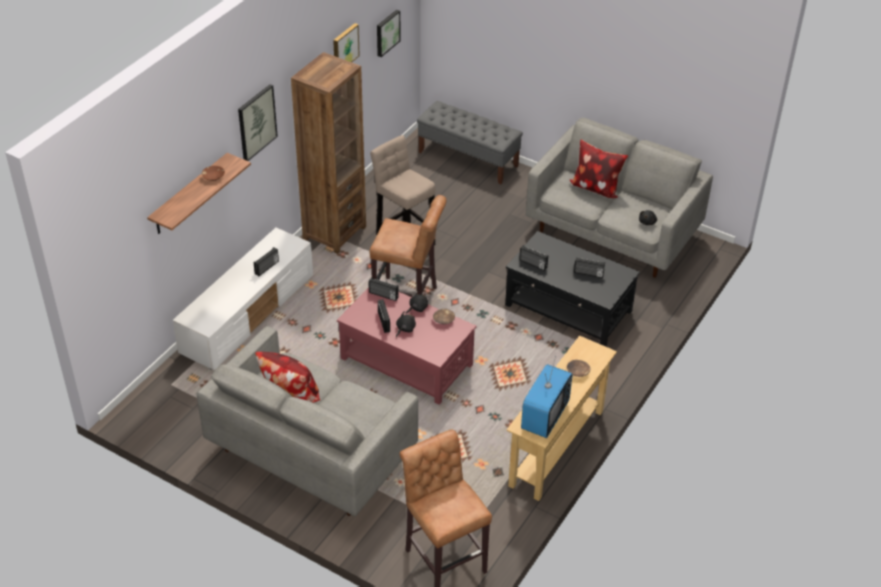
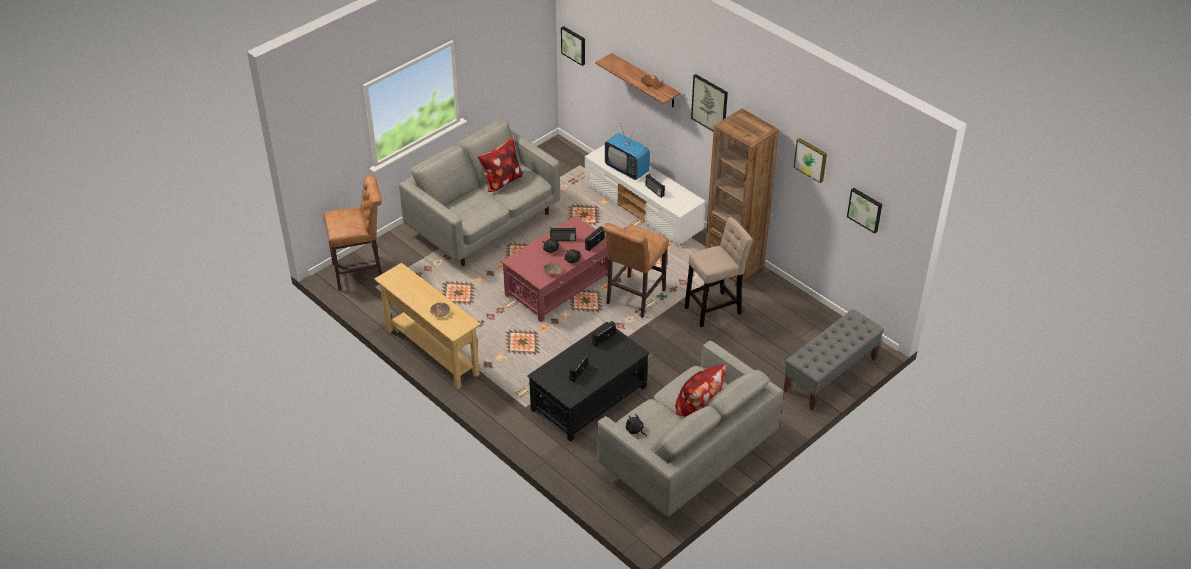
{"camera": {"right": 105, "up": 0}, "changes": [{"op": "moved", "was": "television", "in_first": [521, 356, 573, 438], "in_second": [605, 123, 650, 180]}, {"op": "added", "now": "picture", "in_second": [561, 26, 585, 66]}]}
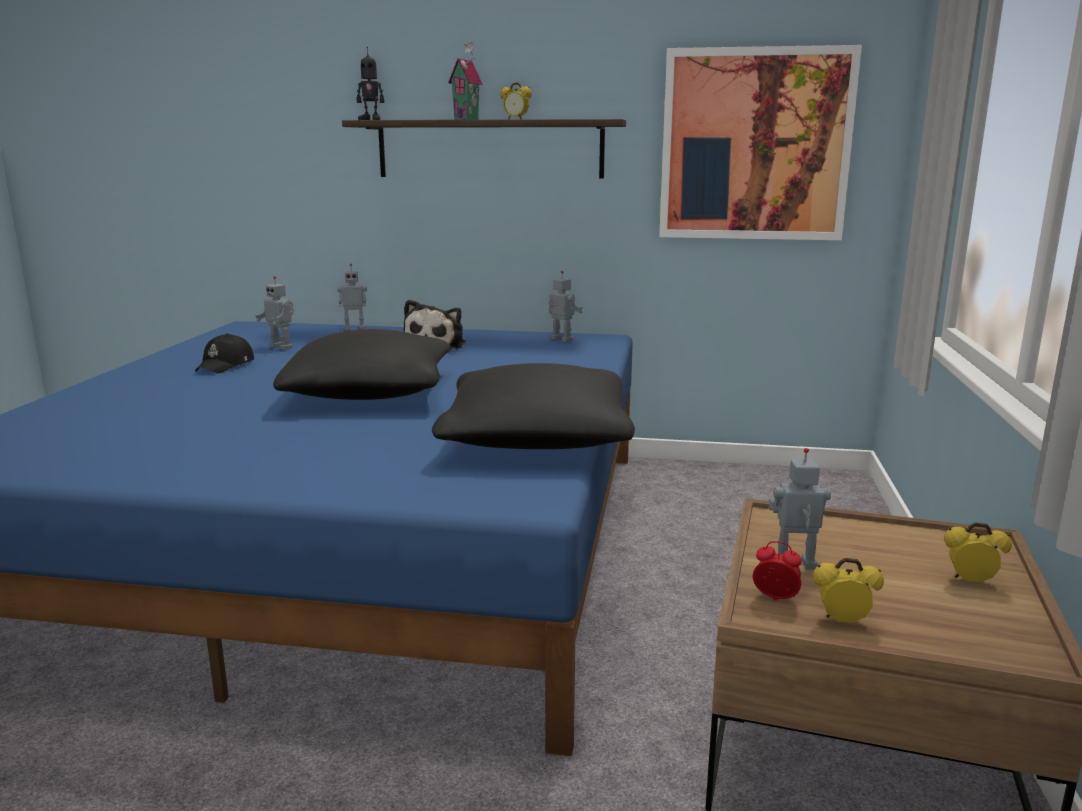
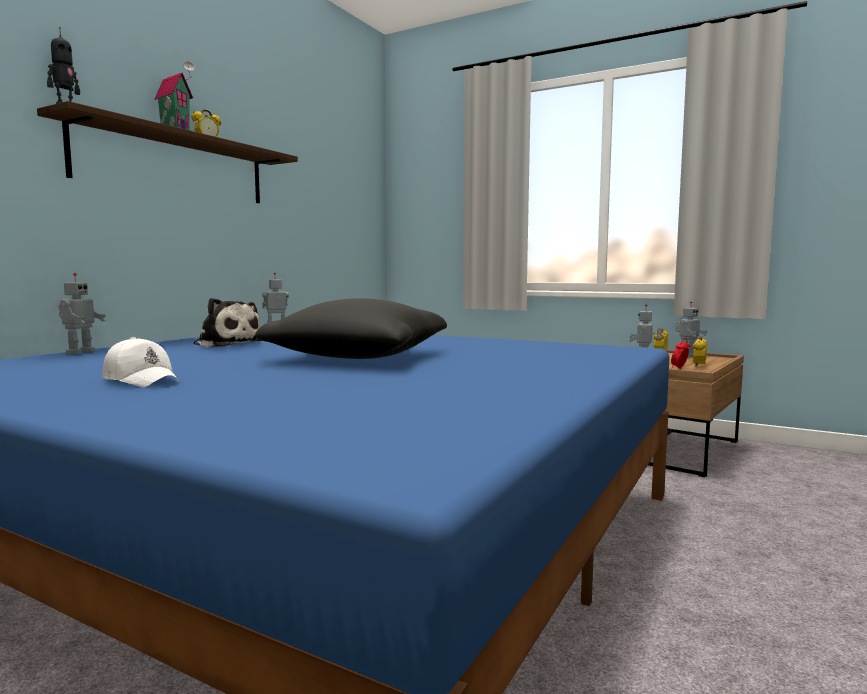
{"camera": {"right": -70, "up": -10}, "changes": [{"op": "recoloured", "was": "black cap", "now": "white cap", "in_first": [195, 333, 254, 373], "in_second": [102, 337, 179, 387]}, {"op": "moved", "was": "toy robot", "in_first": [255, 276, 294, 350], "in_second": [676, 301, 708, 358]}, {"op": "removed", "was": "black pillow", "in_first": [432, 363, 635, 449]}, {"op": "removed", "was": "picture", "in_first": [659, 45, 862, 240]}]}
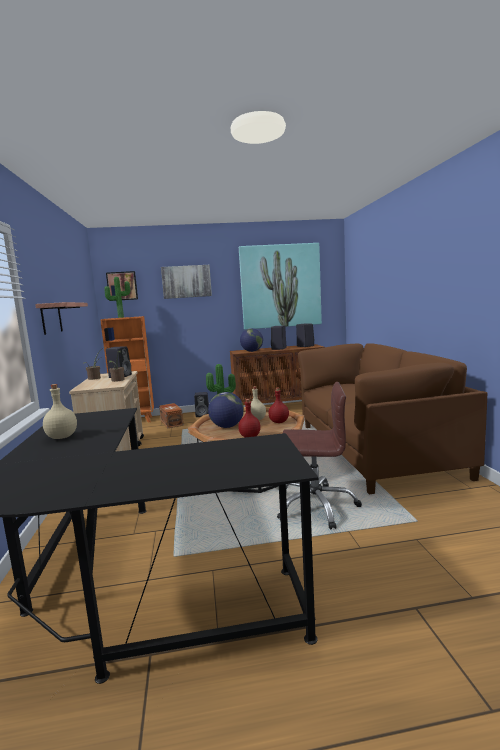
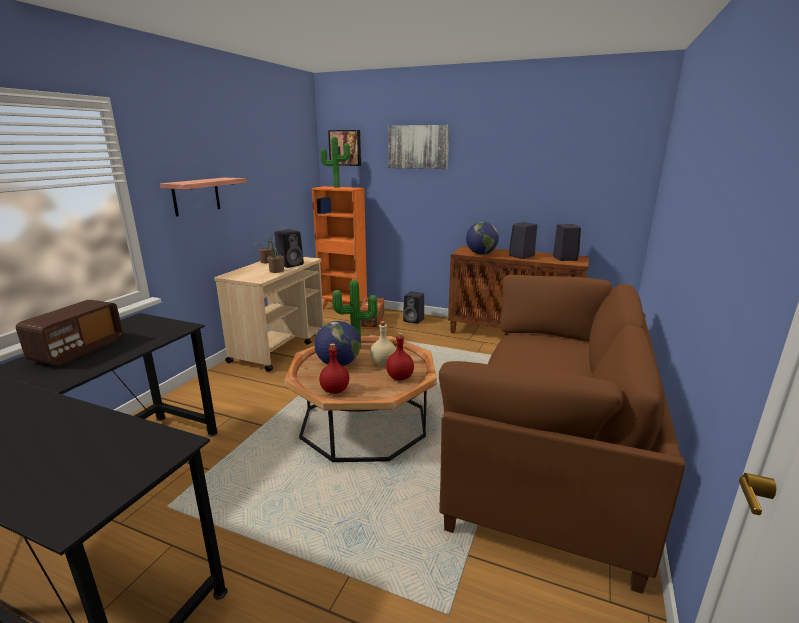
{"camera": {"right": 30, "up": 10}, "changes": [{"op": "replaced", "was": "beige bottle", "now": "radio", "in_first": [43, 384, 77, 439], "in_second": [16, 300, 123, 366]}, {"op": "removed", "was": "picture", "in_first": [239, 243, 322, 330]}, {"op": "removed", "was": "brown office chair", "in_first": [277, 382, 362, 530]}]}
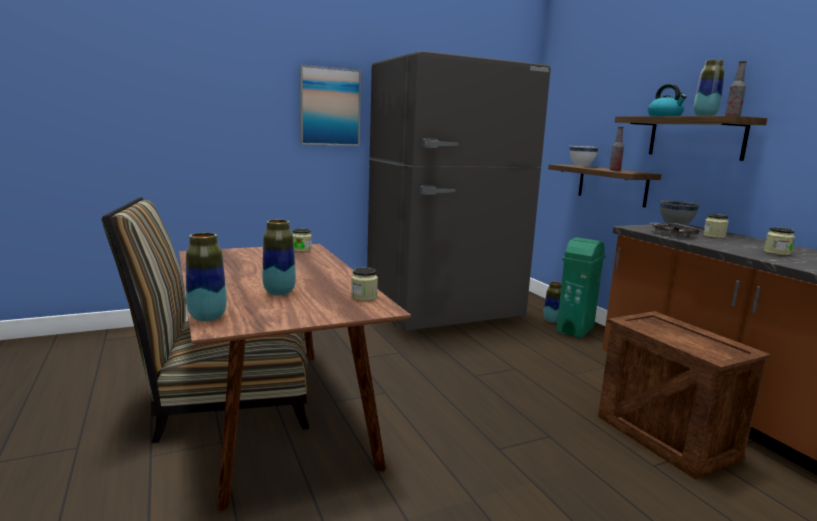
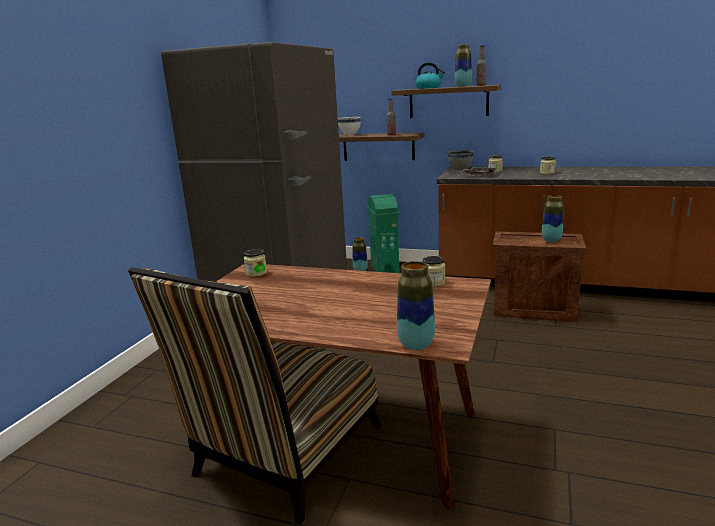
{"camera": {"right": -45, "up": 5}, "changes": [{"op": "moved", "was": "vase", "in_first": [262, 220, 296, 296], "in_second": [542, 195, 564, 242]}, {"op": "removed", "was": "picture", "in_first": [300, 65, 361, 146]}]}
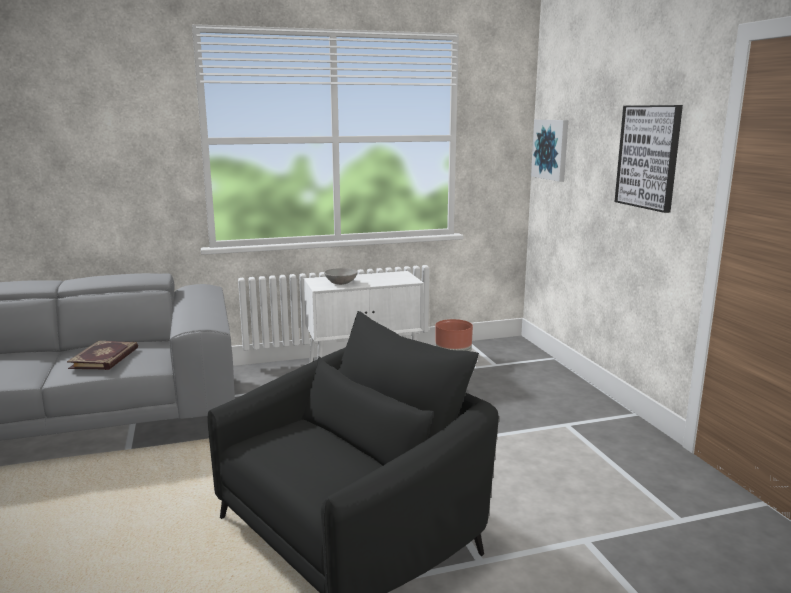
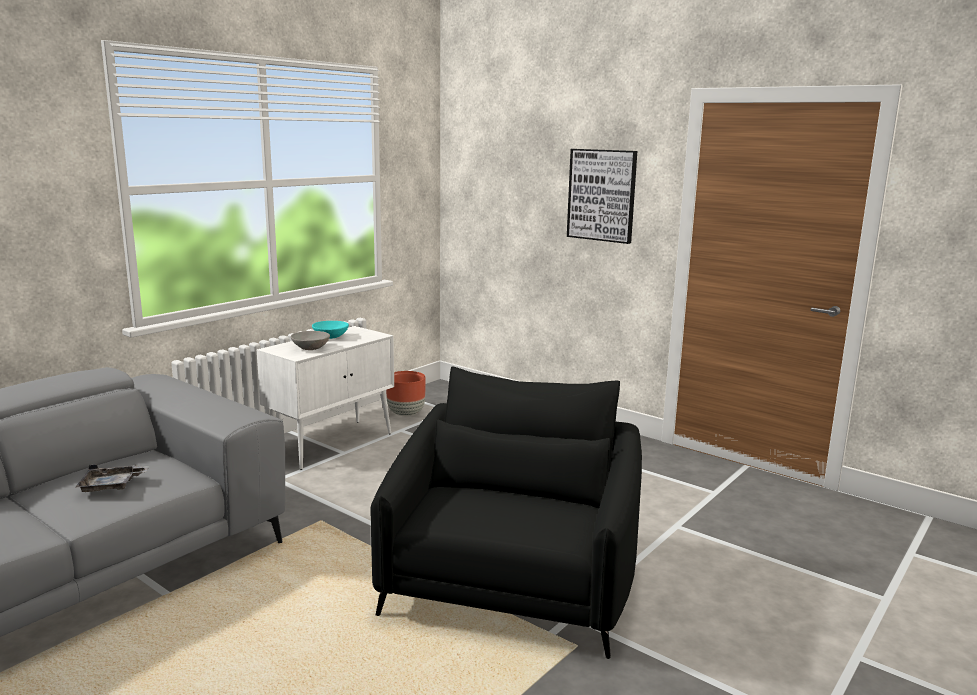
{"camera": {"right": -35, "up": 0}, "changes": [{"op": "replaced", "was": "book", "now": "grey tray", "in_first": [67, 341, 138, 370], "in_second": [76, 464, 149, 492]}, {"op": "removed", "was": "picture", "in_first": [531, 119, 568, 182]}, {"op": "added", "now": "turquoise bowl", "in_second": [312, 321, 349, 339]}]}
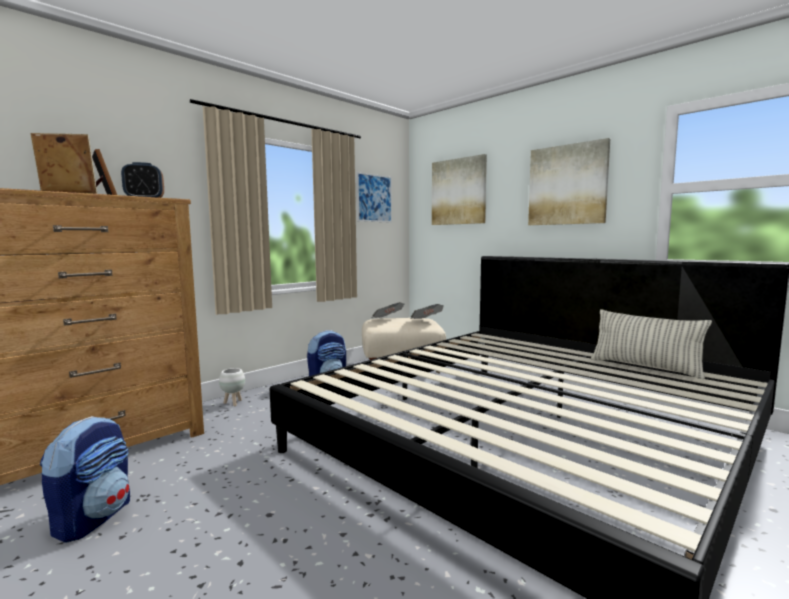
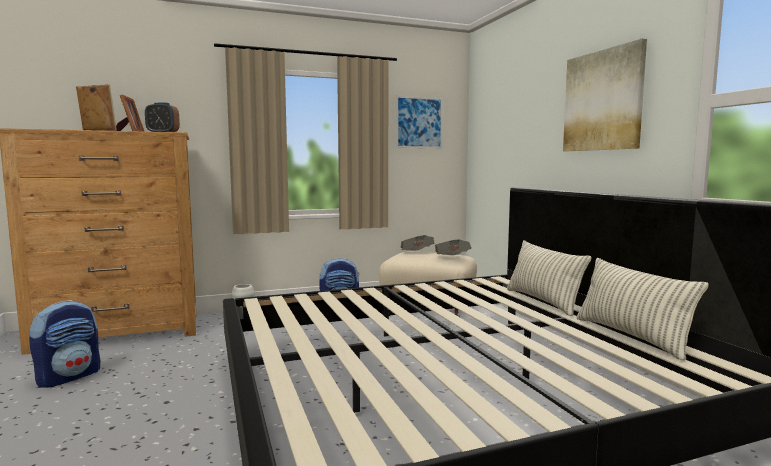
{"camera": {"right": 25, "up": 0}, "changes": [{"op": "removed", "was": "picture", "in_first": [432, 154, 487, 225]}, {"op": "added", "now": "pillow", "in_second": [507, 240, 591, 316]}]}
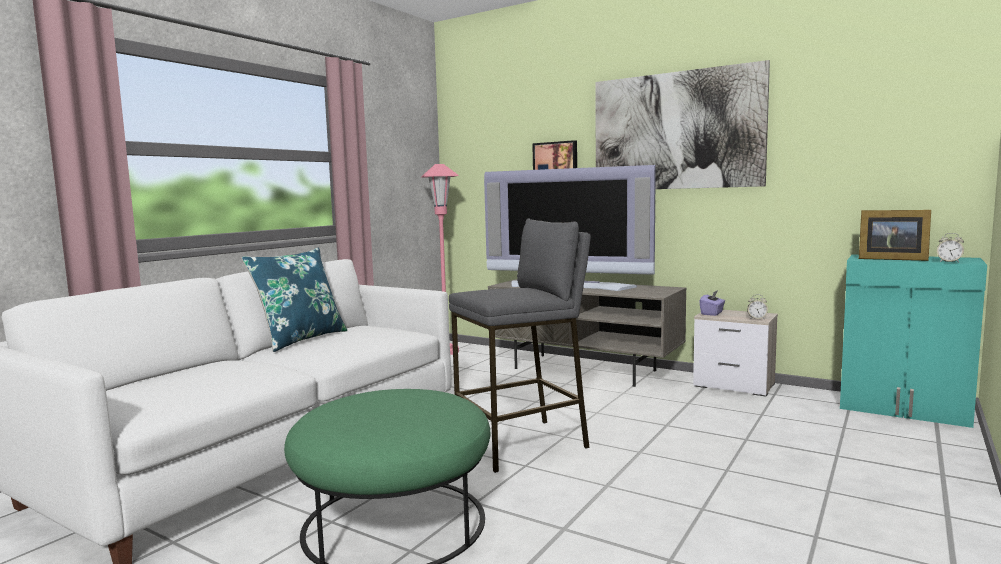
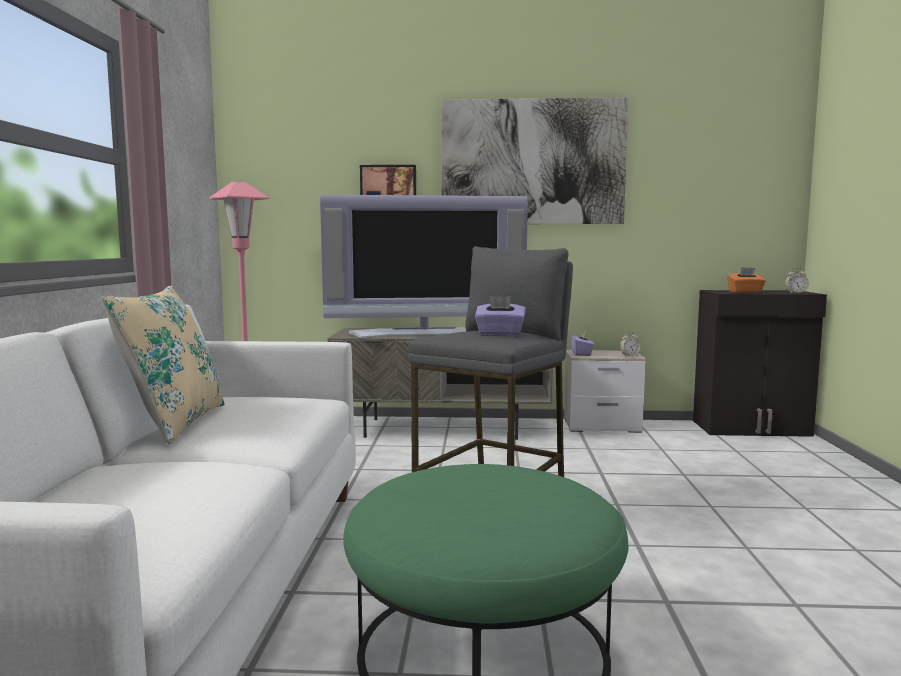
{"camera": {"right": -30, "up": 0}, "changes": [{"op": "recoloured", "was": "blue pillow", "now": "beige pillow", "in_first": [242, 248, 347, 352], "in_second": [101, 285, 224, 444]}, {"op": "recoloured", "was": "turquoise cabinet", "now": "black cabinet", "in_first": [840, 254, 987, 428], "in_second": [693, 290, 827, 437]}, {"op": "replaced", "was": "picture frame", "now": "orange tissue box", "in_first": [859, 210, 931, 261], "in_second": [727, 267, 766, 293]}, {"op": "added", "now": "purple tissue box", "in_second": [475, 296, 526, 336]}]}
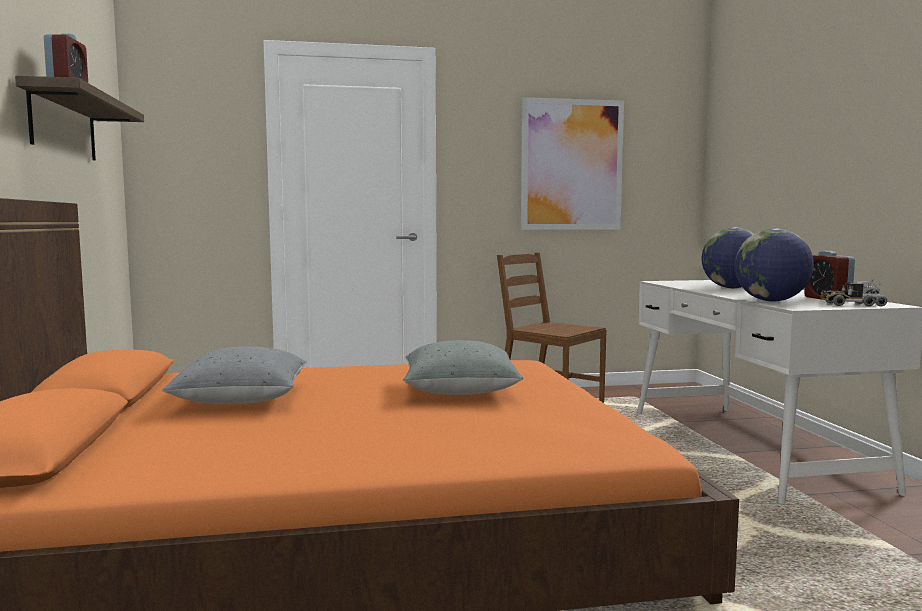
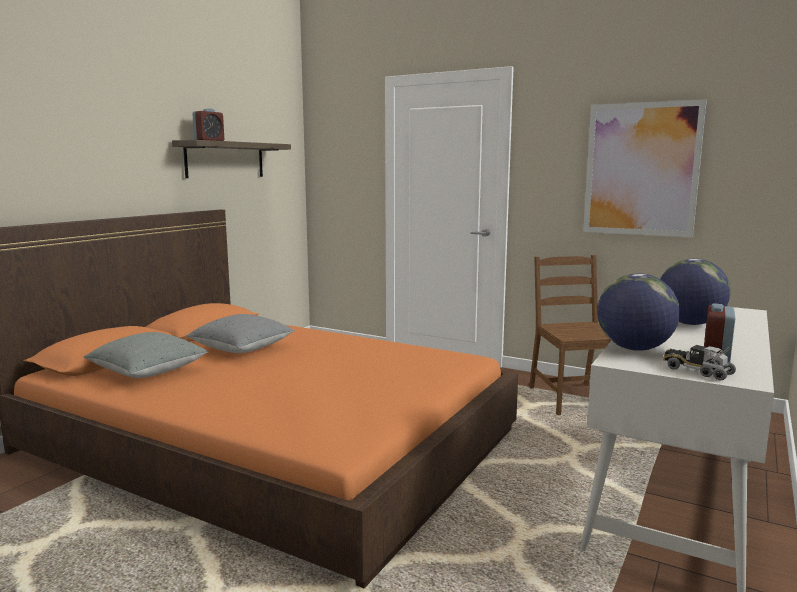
{"camera": {"right": 40, "up": 5}, "changes": [{"op": "moved", "was": "grey pillow", "in_first": [403, 340, 524, 395], "in_second": [84, 332, 209, 378]}]}
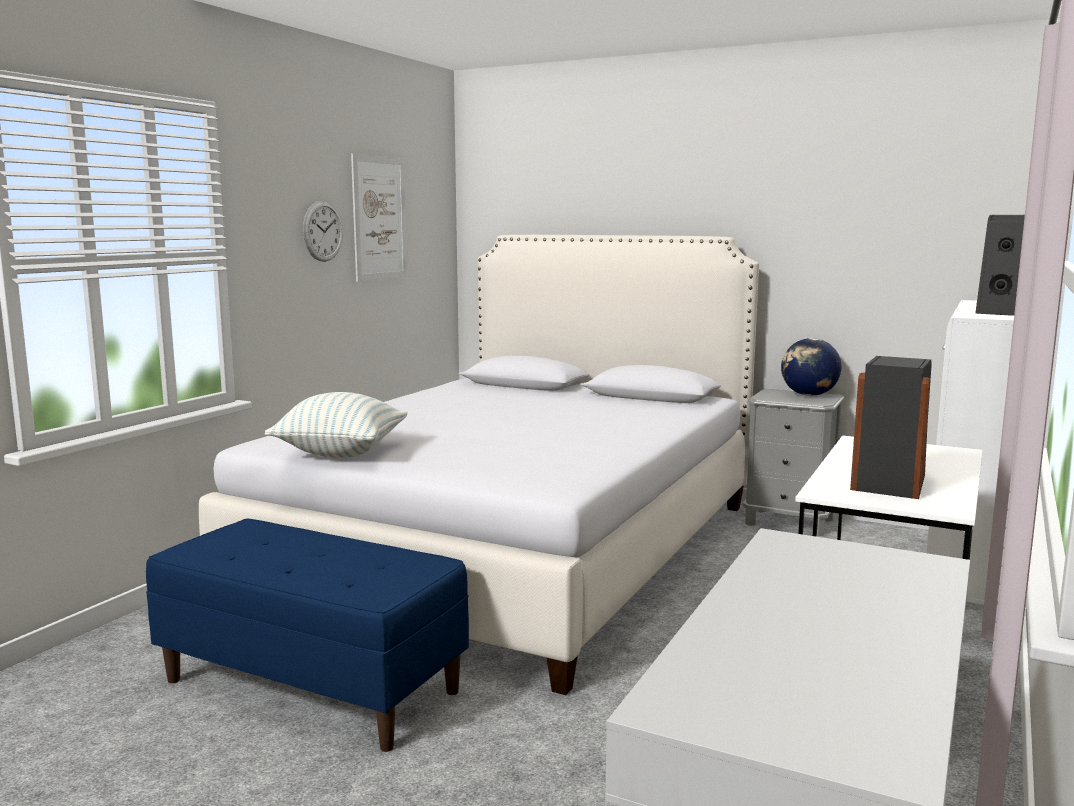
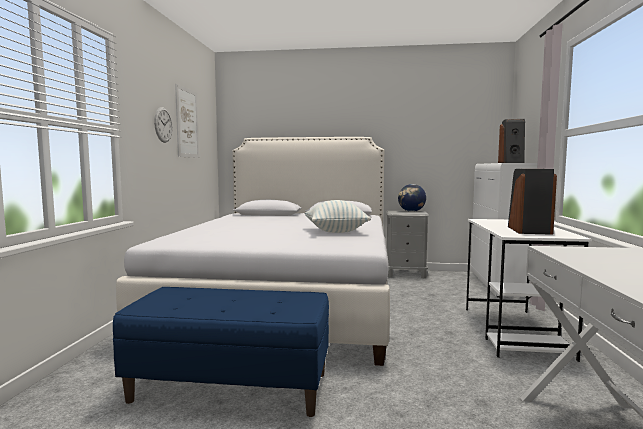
{"camera": {"right": -20, "up": -5}, "changes": [{"op": "moved", "was": "pillow", "in_first": [265, 392, 408, 458], "in_second": [305, 200, 371, 233]}]}
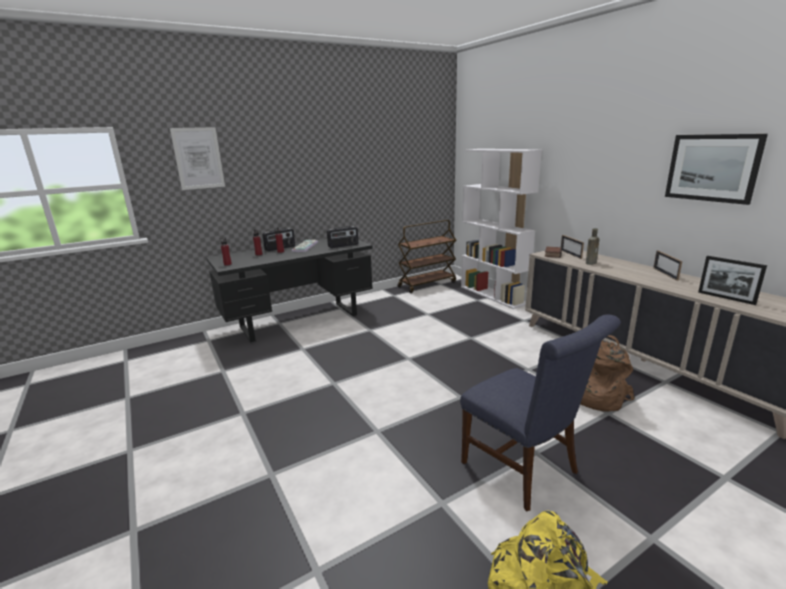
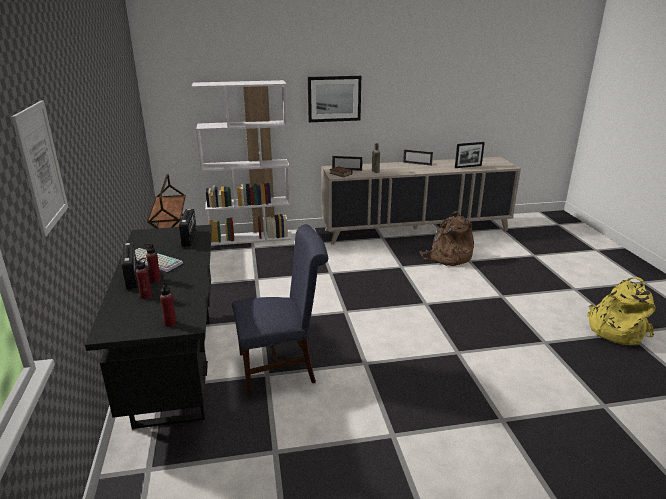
{"camera": {"right": -70, "up": 5}, "changes": [{"op": "moved", "was": "blue chair", "in_first": [460, 315, 621, 511], "in_second": [232, 224, 328, 396]}, {"op": "moved", "was": "picture", "in_first": [665, 134, 768, 205], "in_second": [308, 76, 361, 122]}]}
